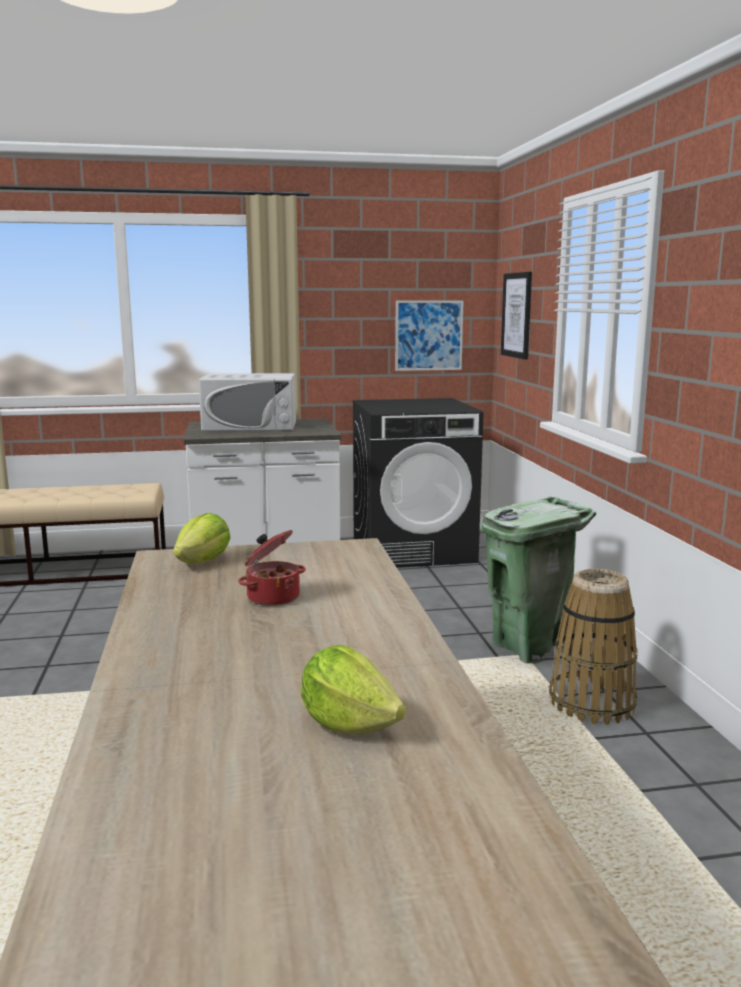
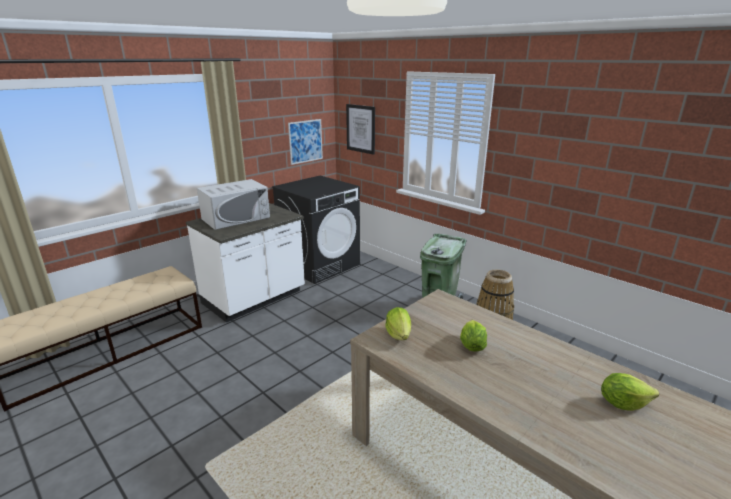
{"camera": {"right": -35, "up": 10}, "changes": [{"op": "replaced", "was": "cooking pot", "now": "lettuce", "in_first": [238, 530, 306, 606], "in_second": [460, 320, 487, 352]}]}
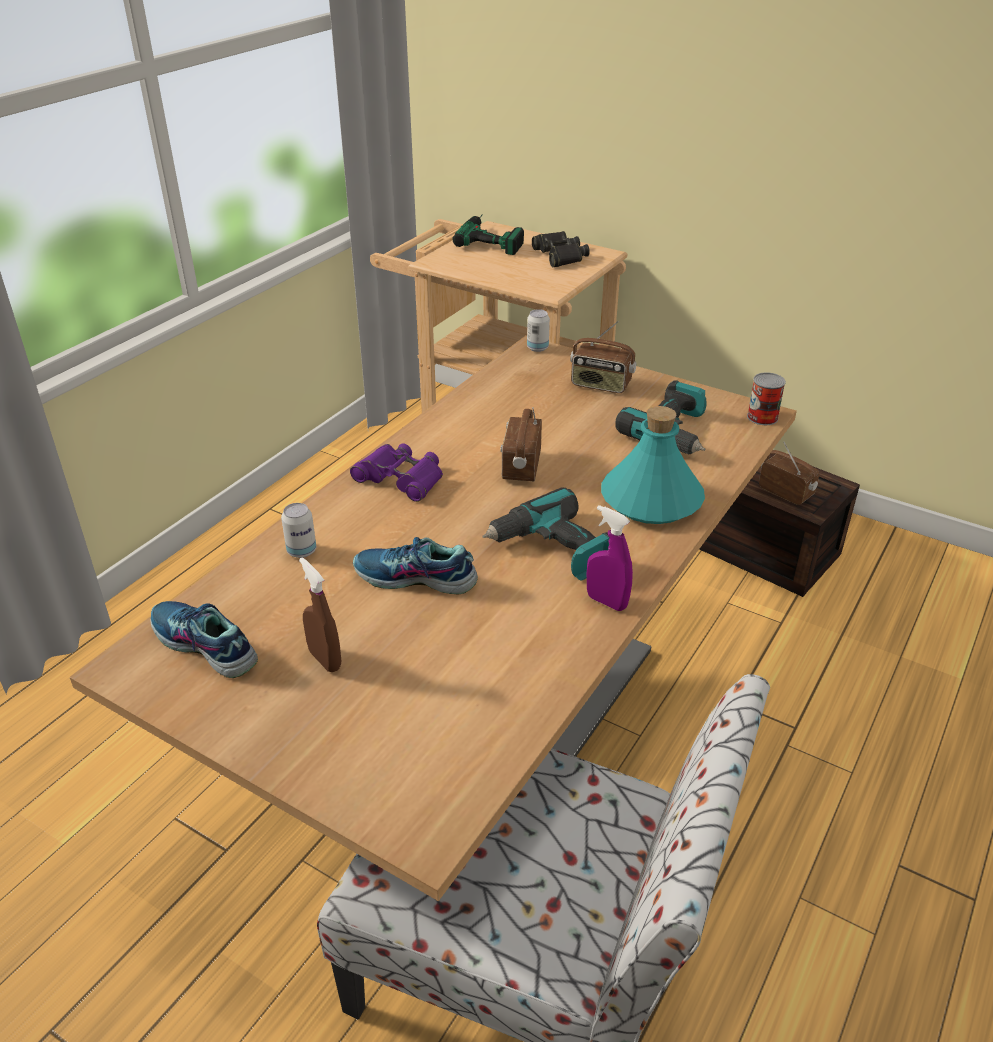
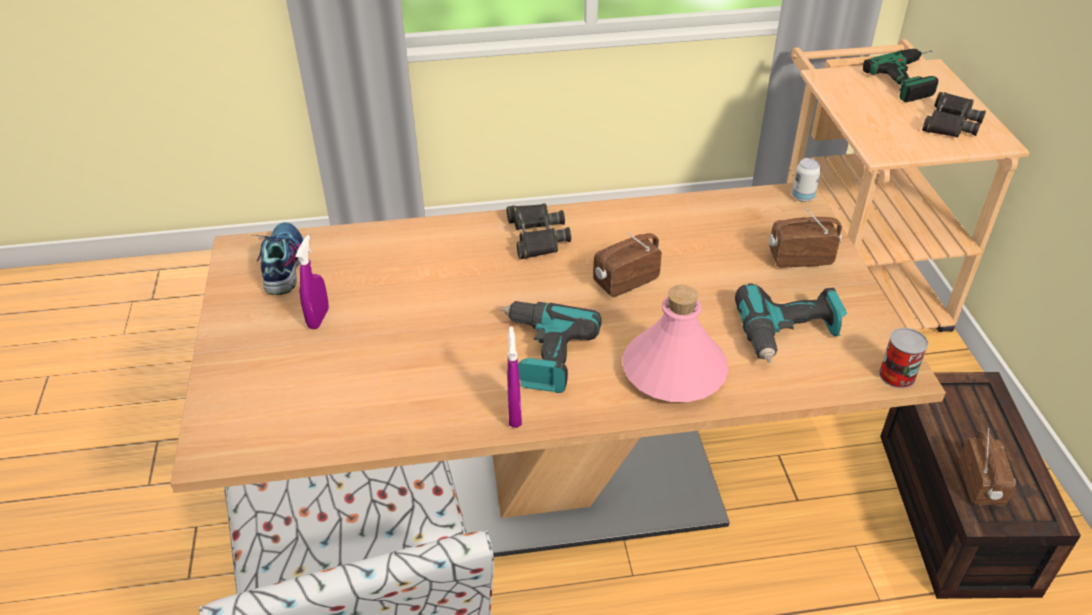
{"camera": {"right": 50, "up": 5}, "changes": [{"op": "removed", "was": "can", "in_first": [281, 503, 316, 558]}, {"op": "recoloured", "was": "brown spray bottle", "now": "purple spray bottle", "in_first": [299, 557, 341, 672], "in_second": [295, 235, 329, 329]}, {"op": "recoloured", "was": "purple binoculars", "now": "black binoculars", "in_first": [350, 443, 443, 502], "in_second": [507, 203, 571, 259]}, {"op": "removed", "was": "shoe", "in_first": [353, 537, 478, 595]}, {"op": "turned", "was": "radio", "in_first": [570, 321, 636, 393], "in_second": [769, 207, 842, 268], "clockwise": 105}, {"op": "recoloured", "was": "turquoise bottle", "now": "pink bottle", "in_first": [601, 406, 705, 524], "in_second": [623, 285, 729, 402]}]}
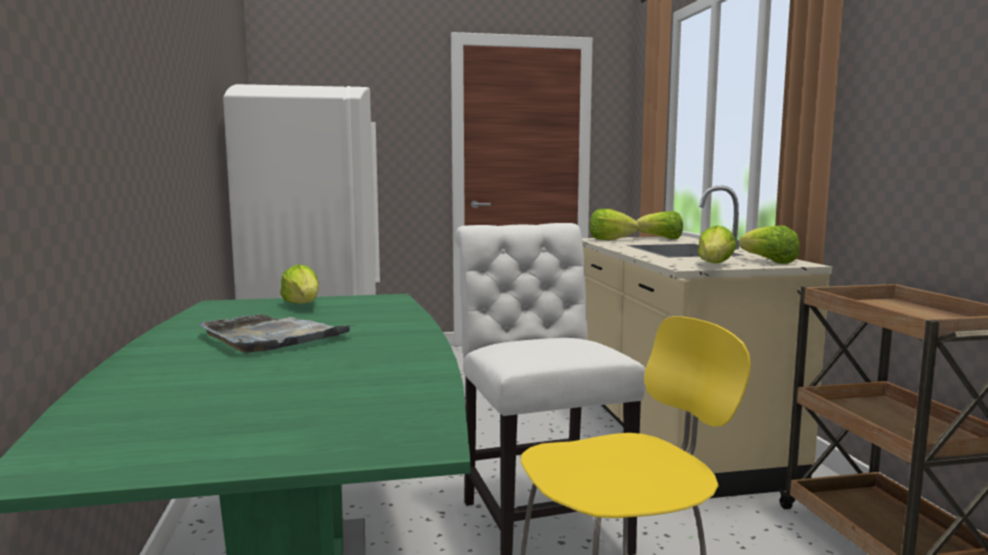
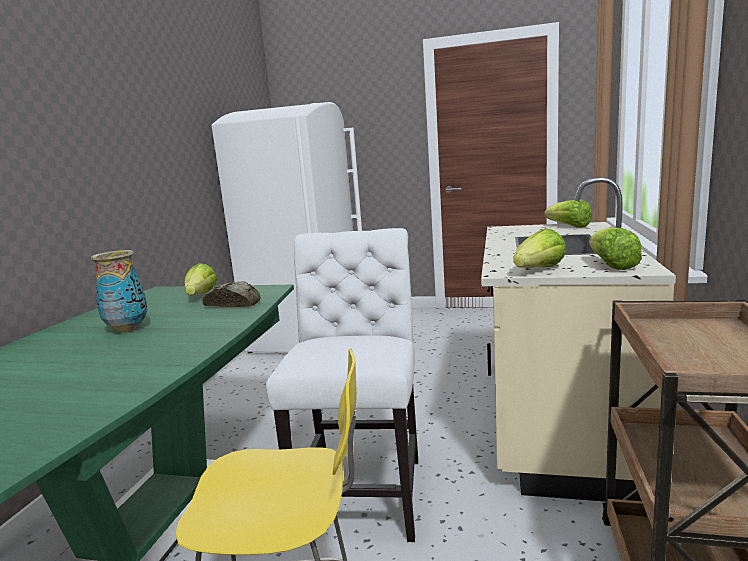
{"camera": {"right": 25, "up": 5}, "changes": [{"op": "replaced", "was": "grey tray", "now": "vase", "in_first": [199, 314, 356, 353], "in_second": [91, 250, 148, 332]}, {"op": "removed", "was": "lettuce", "in_first": [590, 209, 639, 240]}, {"op": "added", "now": "bread", "in_second": [202, 281, 260, 307]}]}
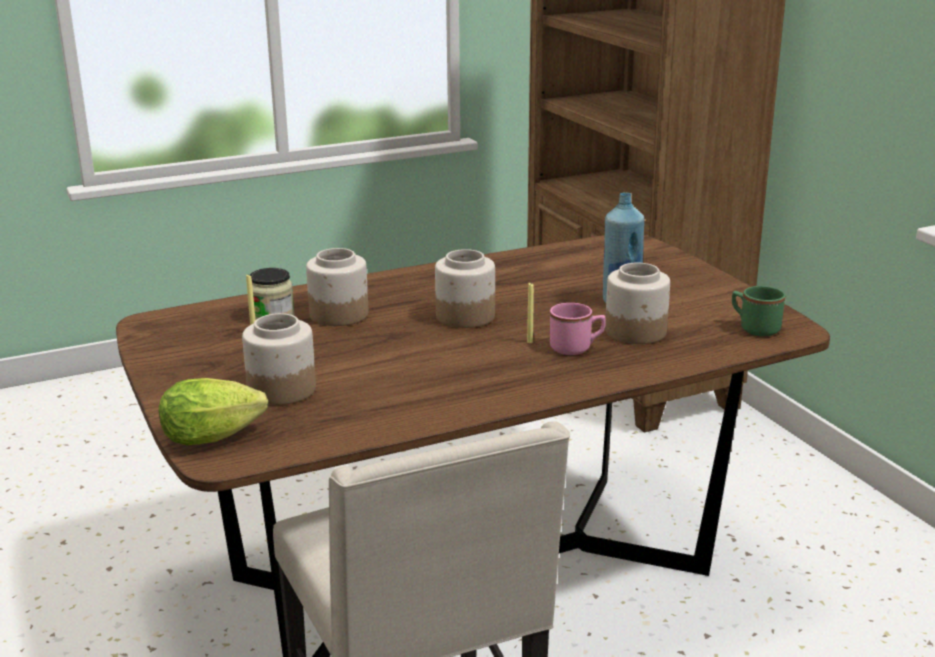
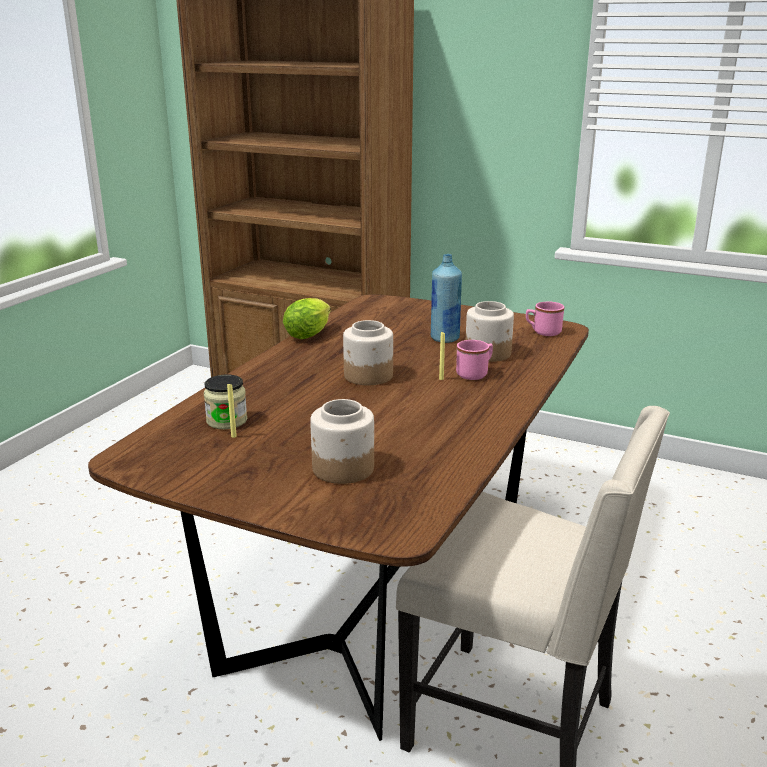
{"camera": {"right": -40, "up": 0}, "changes": [{"op": "moved", "was": "lettuce", "in_first": [159, 378, 268, 445], "in_second": [283, 298, 331, 339]}, {"op": "removed", "was": "jar", "in_first": [306, 248, 368, 326]}, {"op": "recoloured", "was": "green mug", "now": "pink mug", "in_first": [732, 286, 785, 336], "in_second": [526, 301, 564, 336]}]}
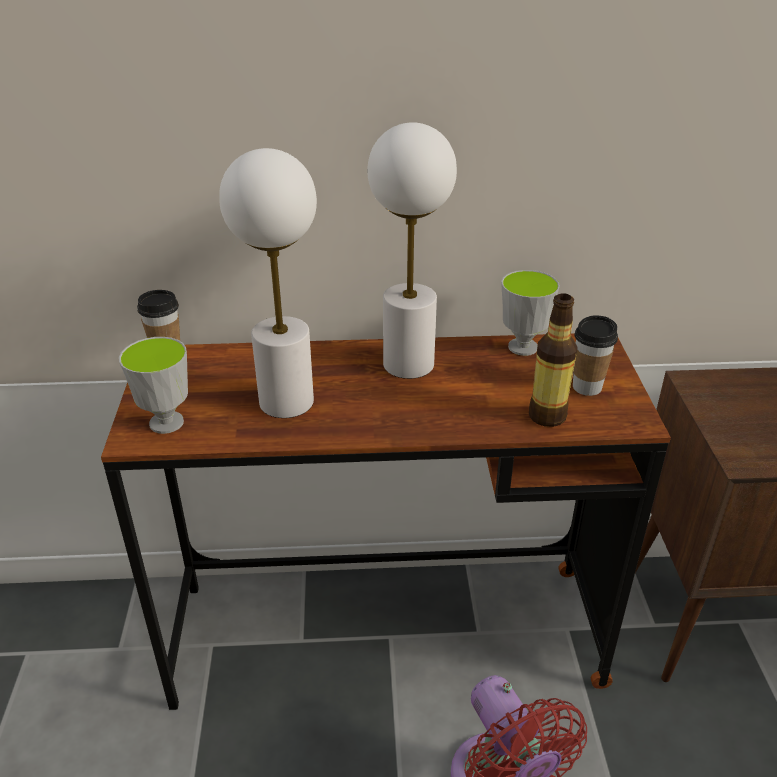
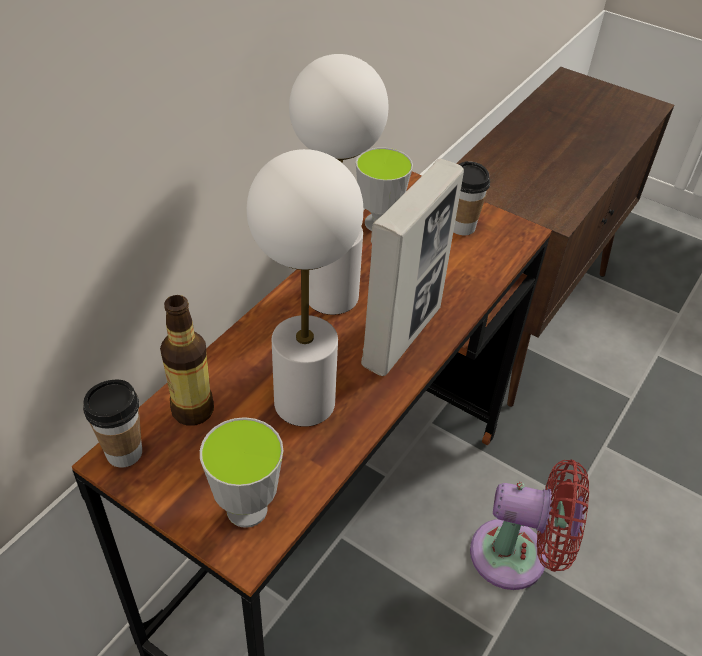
{"camera": {"right": -55, "up": 10}, "changes": [{"op": "moved", "was": "bottle", "in_first": [529, 293, 578, 427], "in_second": [160, 295, 214, 426]}, {"op": "added", "now": "picture frame", "in_second": [361, 159, 464, 376]}]}
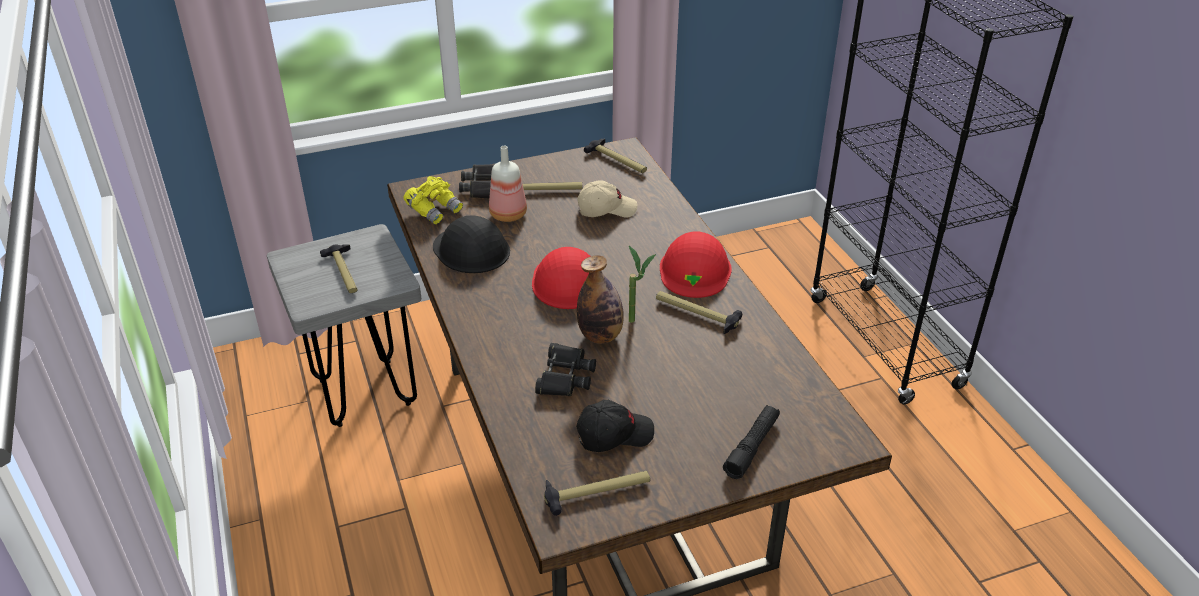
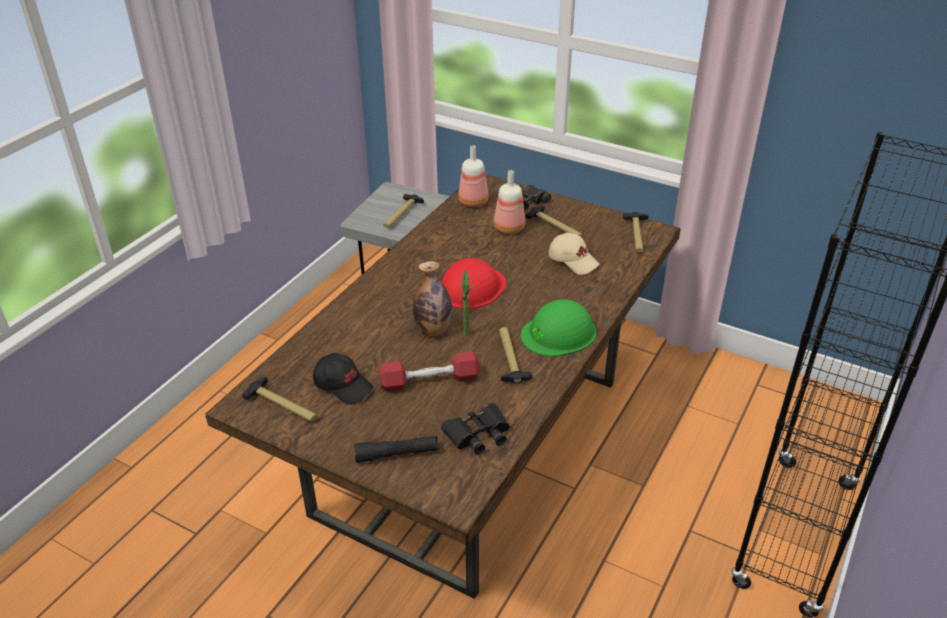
{"camera": {"right": 50, "up": 0}, "changes": [{"op": "replaced", "was": "yellow binoculars", "now": "bottle", "in_first": [404, 176, 463, 224], "in_second": [458, 146, 489, 207]}, {"op": "removed", "was": "black hard hat", "in_first": [433, 215, 510, 273]}, {"op": "moved", "was": "black binoculars", "in_first": [535, 343, 596, 396], "in_second": [441, 403, 510, 455]}, {"op": "recoloured", "was": "red hard hat", "now": "green hard hat", "in_first": [660, 231, 731, 298], "in_second": [521, 299, 596, 357]}, {"op": "added", "now": "red dumbbell", "in_second": [379, 351, 479, 392]}]}
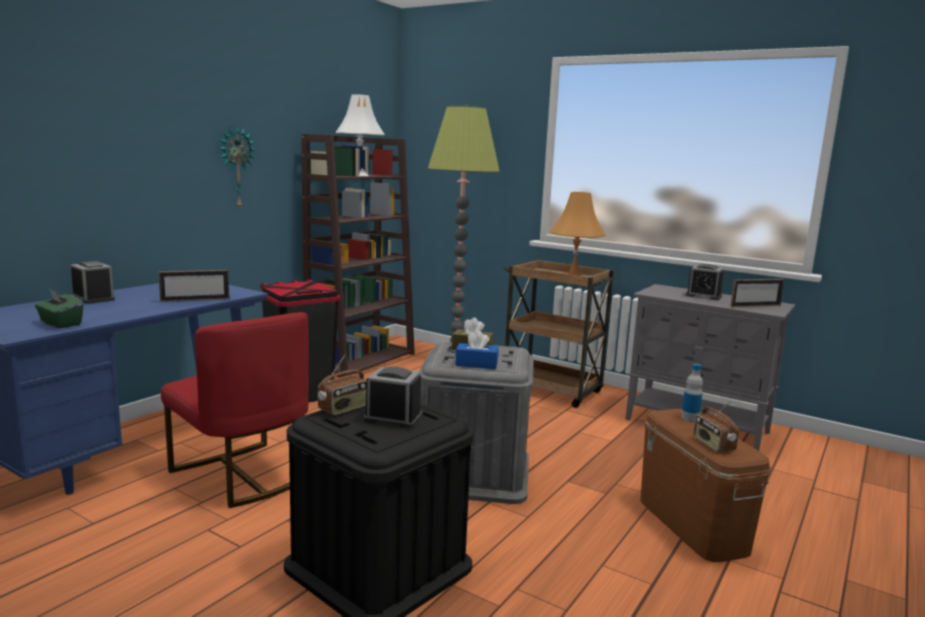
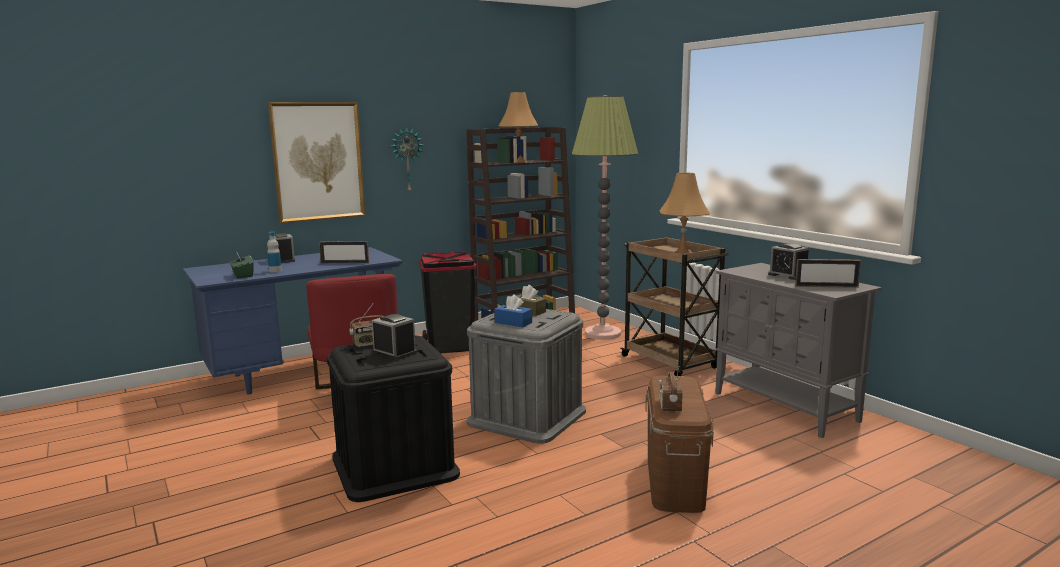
{"camera": {"right": 25, "up": 0}, "changes": [{"op": "recoloured", "was": "white table lamp", "now": "orange table lamp", "in_first": [335, 94, 385, 176], "in_second": [499, 92, 539, 163]}, {"op": "moved", "was": "bottle", "in_first": [681, 363, 703, 422], "in_second": [267, 232, 282, 273]}, {"op": "added", "now": "picture", "in_second": [268, 102, 365, 223]}]}
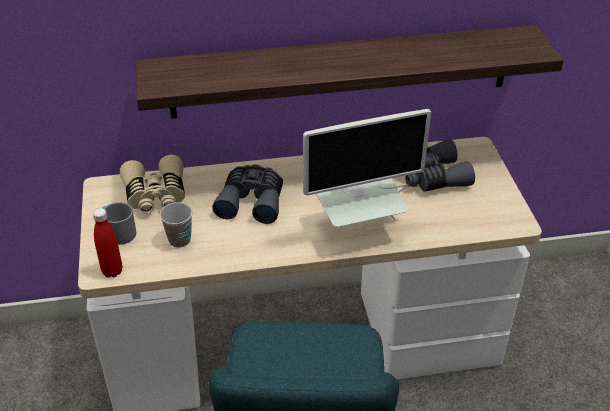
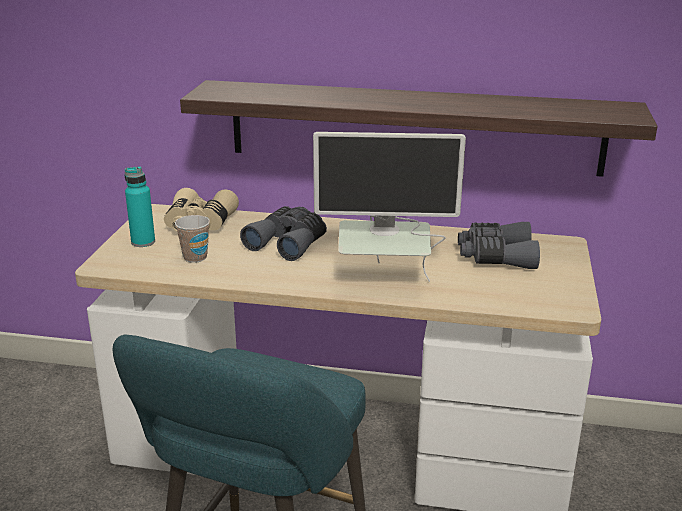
{"camera": {"right": 20, "up": -15}, "changes": [{"op": "removed", "was": "red bottle", "in_first": [93, 208, 123, 278]}, {"op": "replaced", "was": "grey mug", "now": "turquoise bottle", "in_first": [102, 202, 136, 245], "in_second": [124, 166, 155, 247]}]}
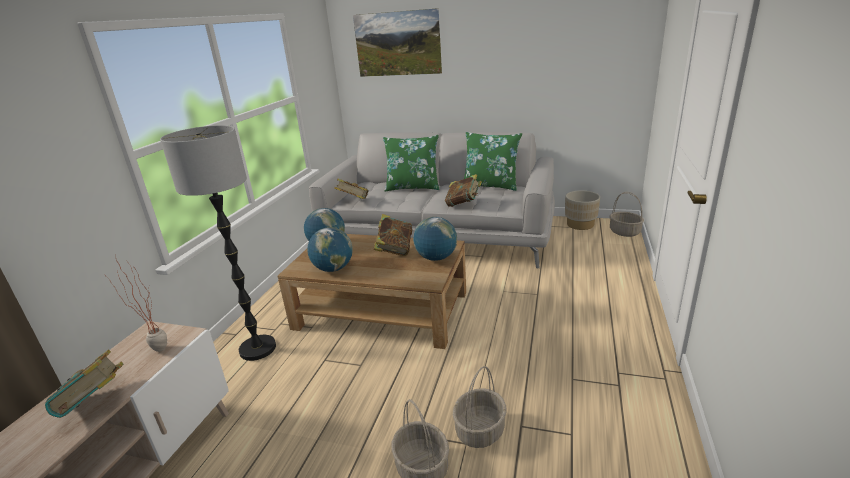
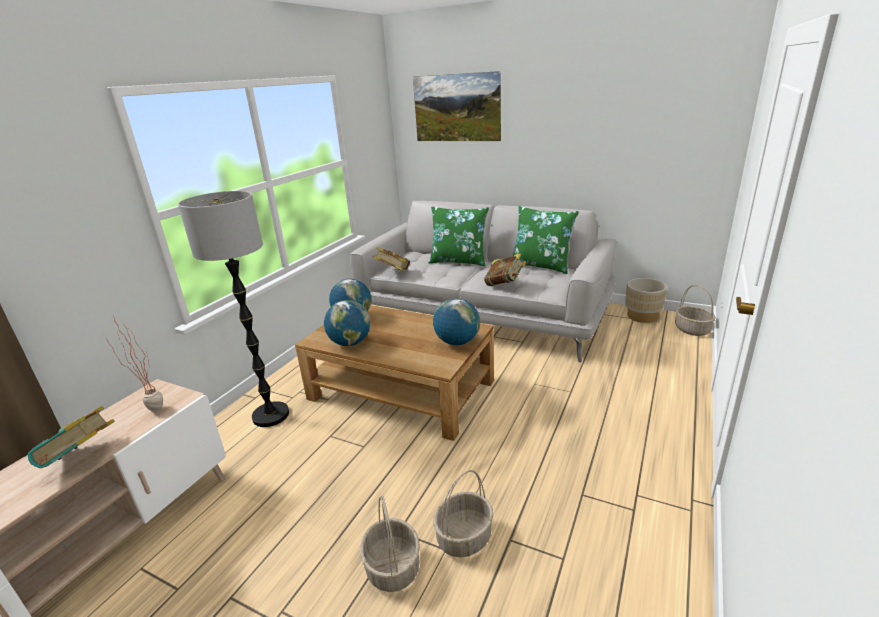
{"camera": {"right": 10, "up": 0}, "changes": [{"op": "removed", "was": "book", "in_first": [373, 214, 412, 256]}]}
